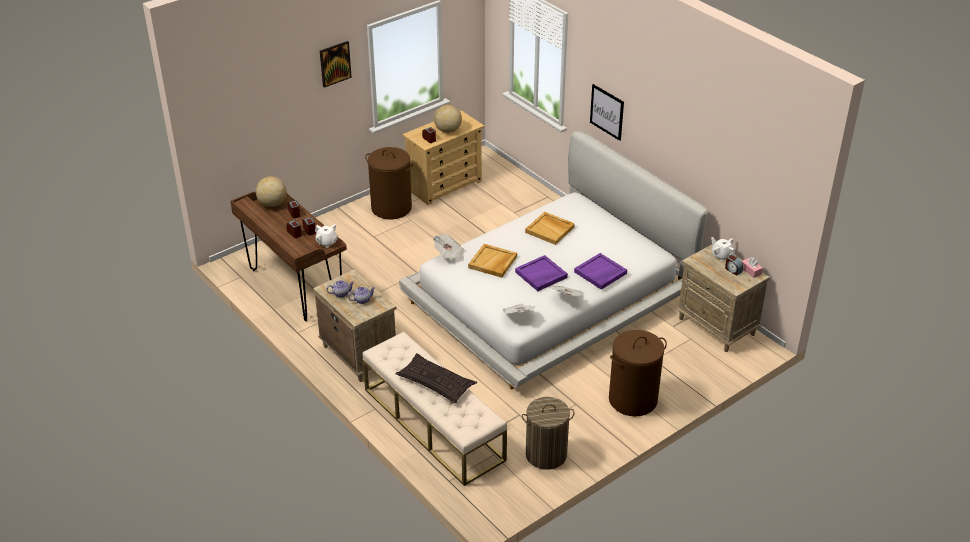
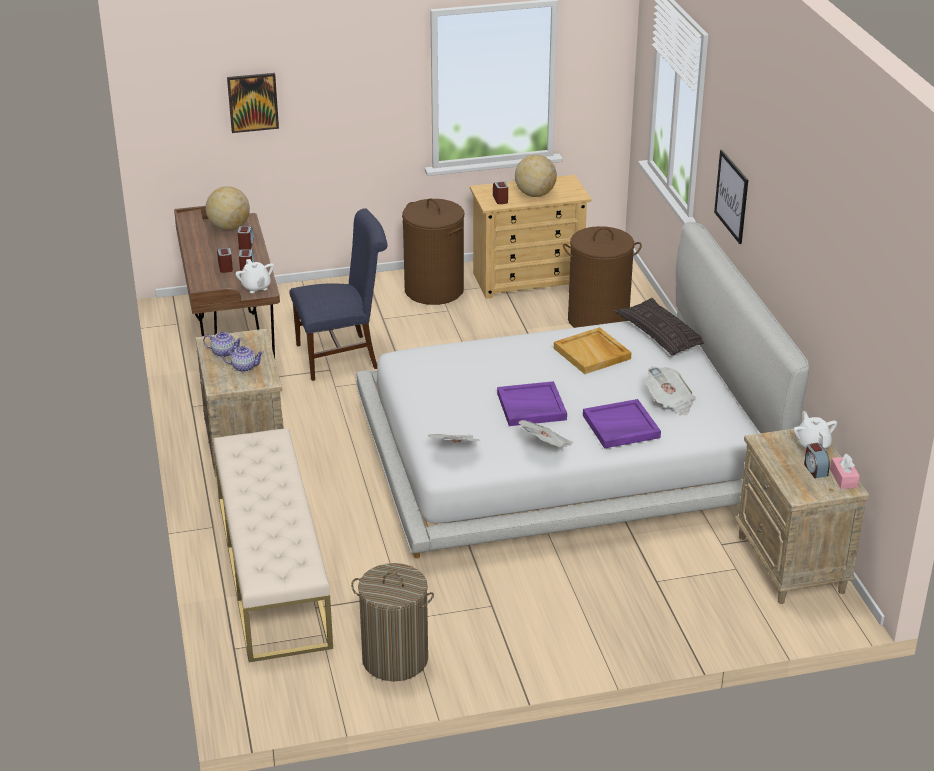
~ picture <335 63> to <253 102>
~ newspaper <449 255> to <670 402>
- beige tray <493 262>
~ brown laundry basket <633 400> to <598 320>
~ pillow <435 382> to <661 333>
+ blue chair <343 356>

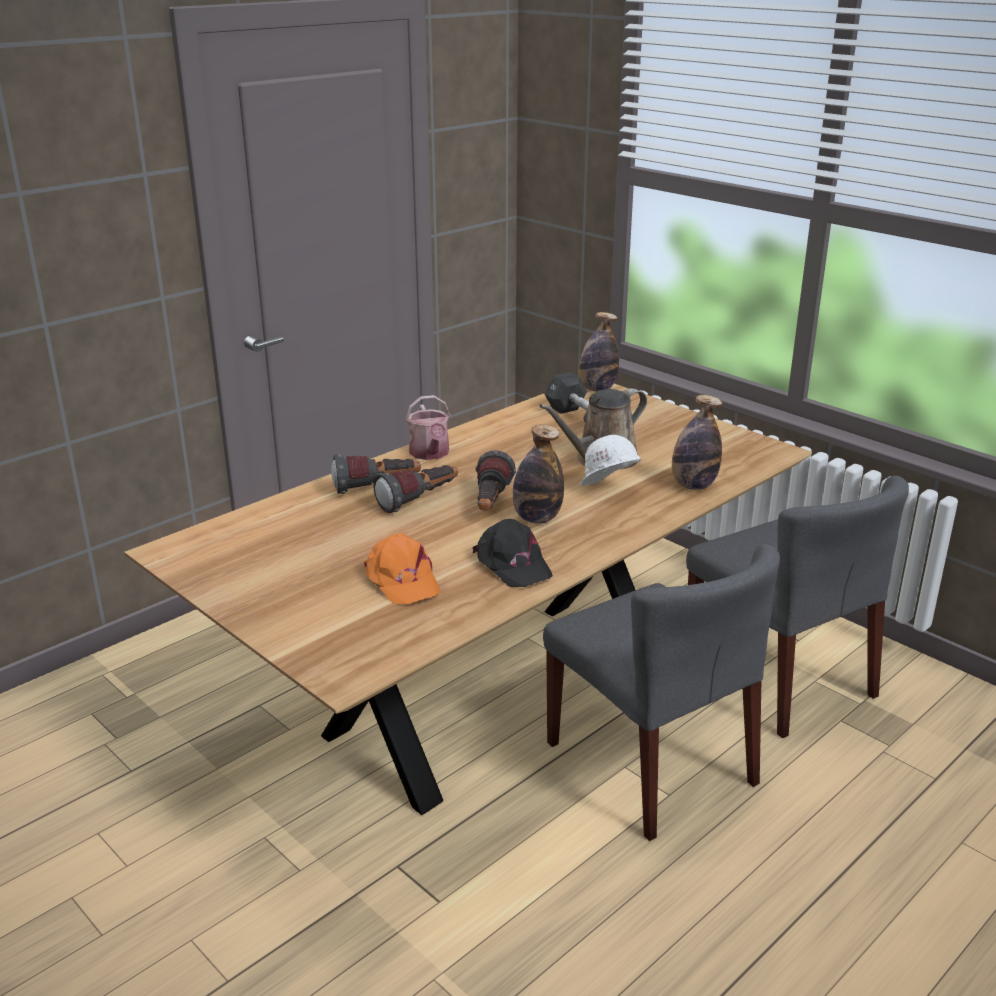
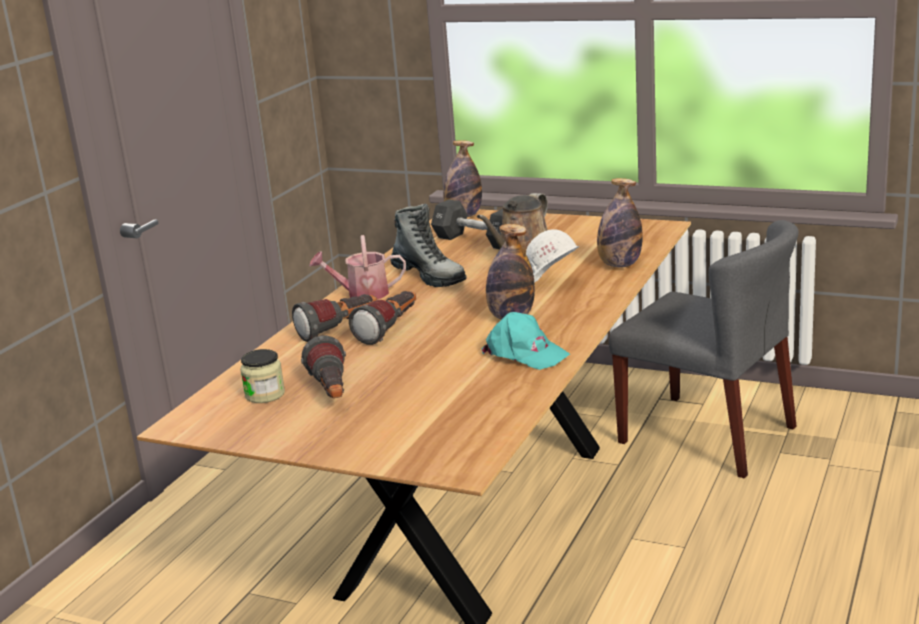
~ watering can <430 454> = <362 294> 120 degrees clockwise
~ flashlight <490 504> to <331 393>
~ black cap <512 564> to turquoise cap <525 354>
- orange cap <402 580>
- grey chair <651 764>
+ boot <429 276>
+ jar <265 394>

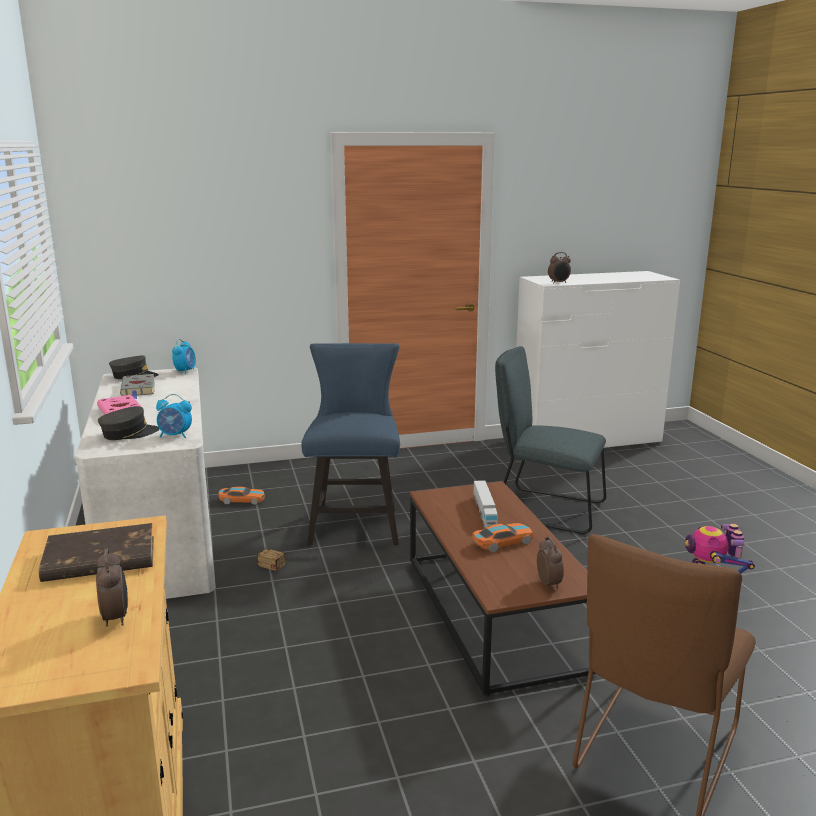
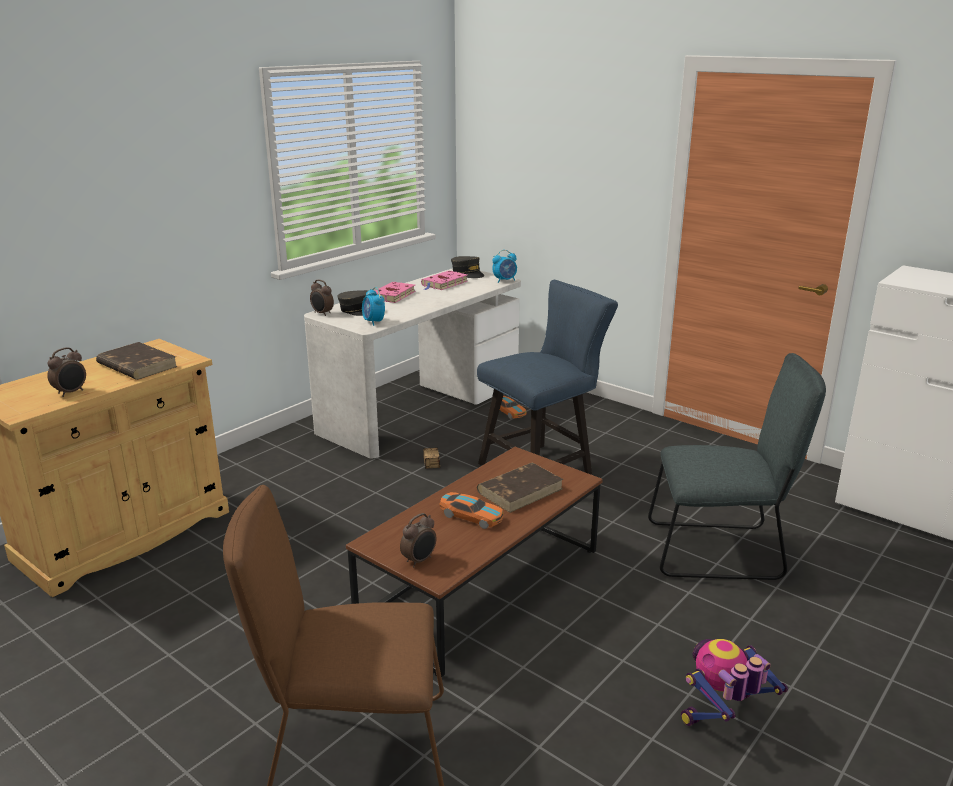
~ alarm clock <559 283> to <322 313>
~ grey chair <545 509> = <720 551> 105 degrees clockwise
~ grey book <138 389> to pink book <444 284>
~ toy truck <484 512> to brown book <520 490>

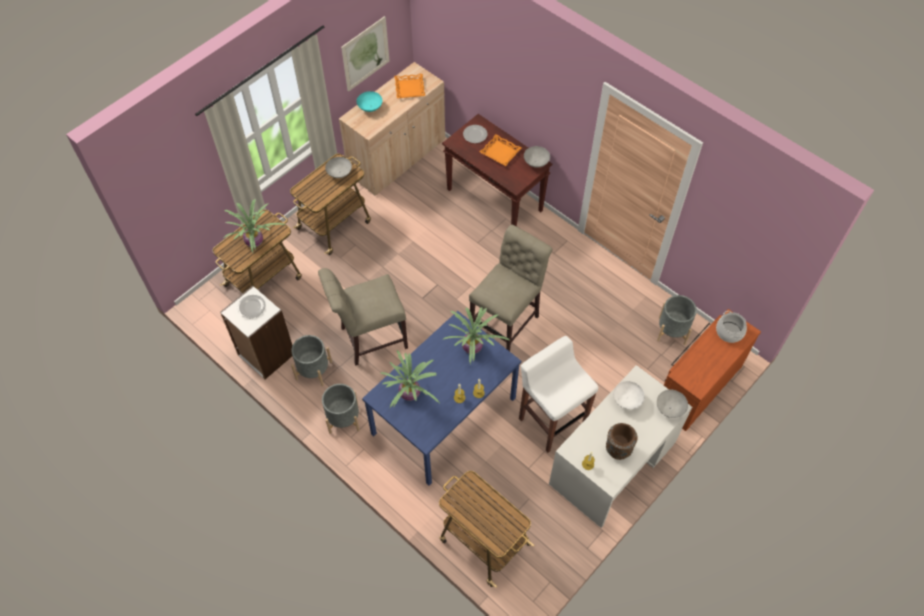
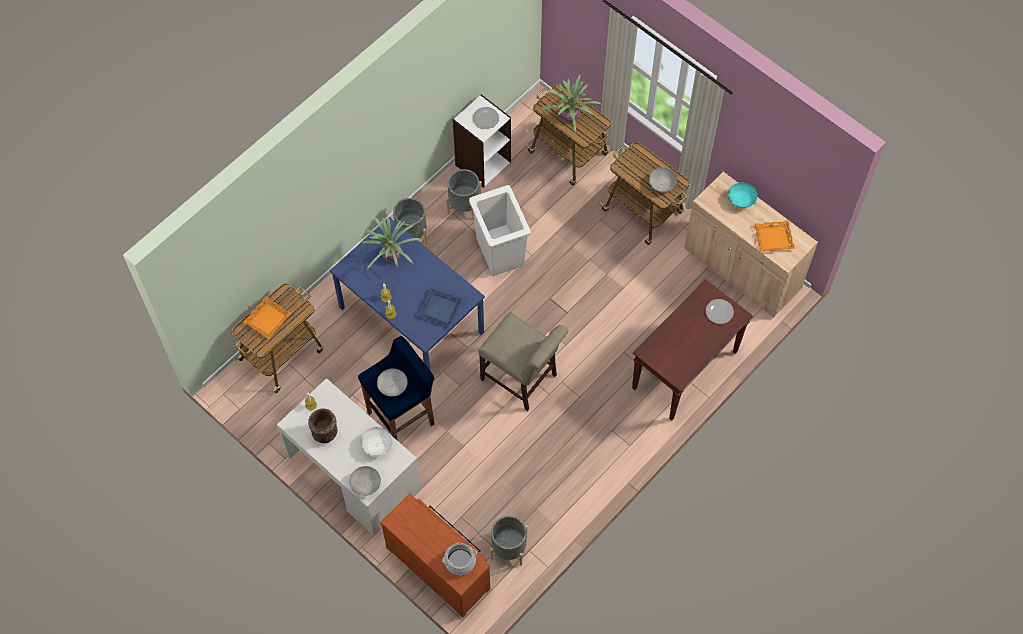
- picture <365 54>
~ orange tray <500 152> to <268 319>
~ grey bowl <536 163> to <392 387>
~ beige chair <370 338> to white trash can <500 251>
~ potted plant <473 348> to blue tray <440 309>
~ white stool <551 421> to blue stool <402 418>

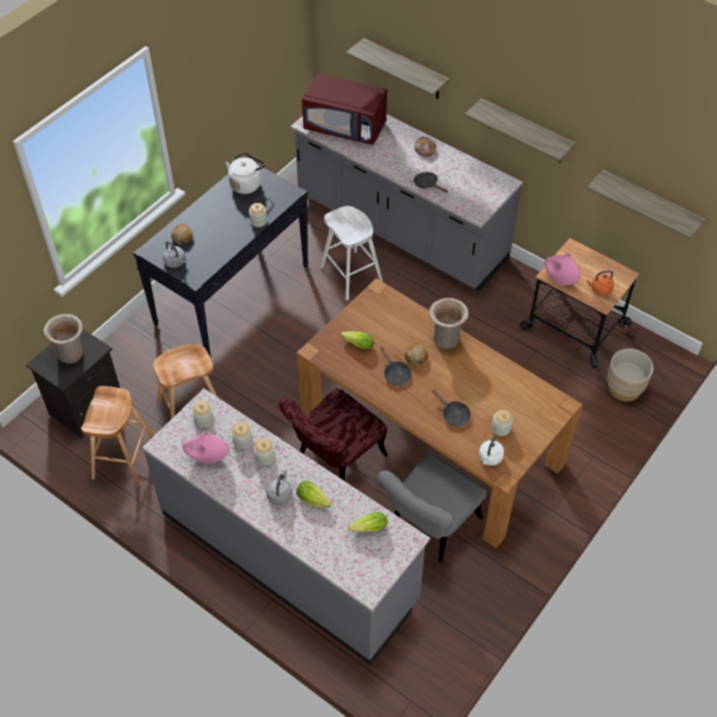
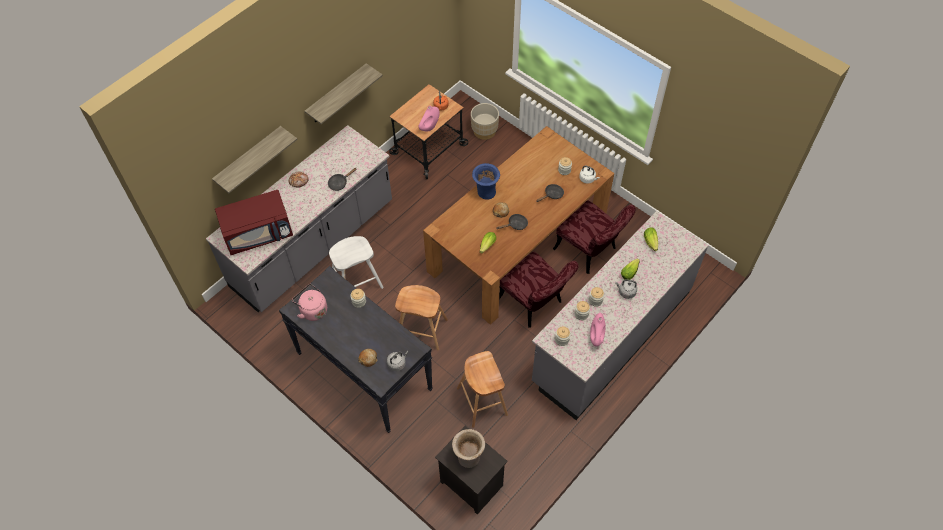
~ red microwave <345 127> = <259 233> 45 degrees clockwise
~ white kettle <246 184> to pink kettle <312 310>
- shelf <650 205>
~ beige vase <445 338> to blue vase <485 192>
~ brown stool <123 457> to <421 330>
~ grey chair <429 528> to red chair <590 252>

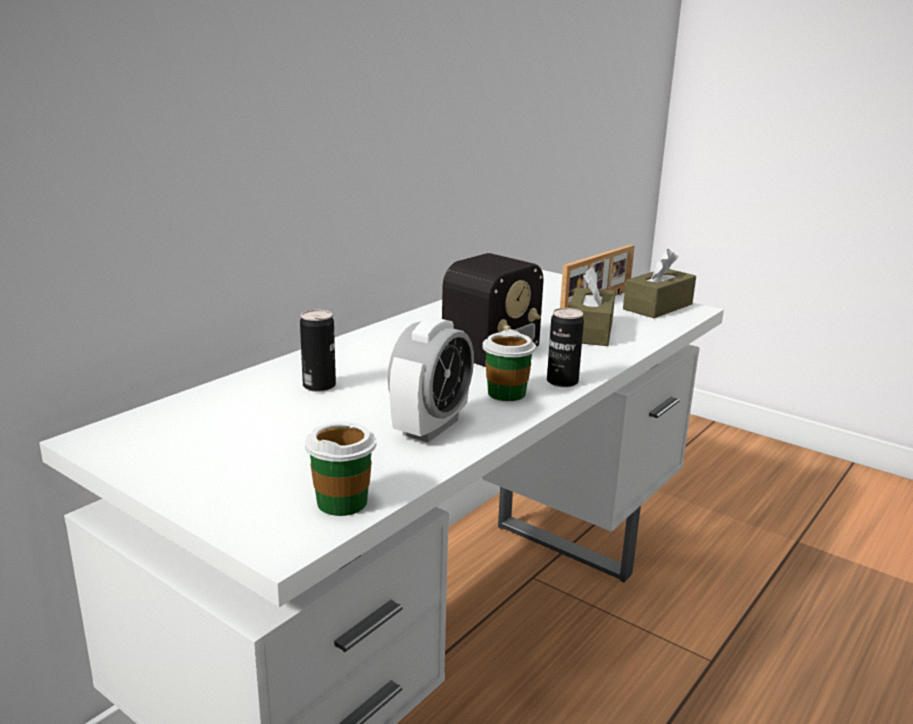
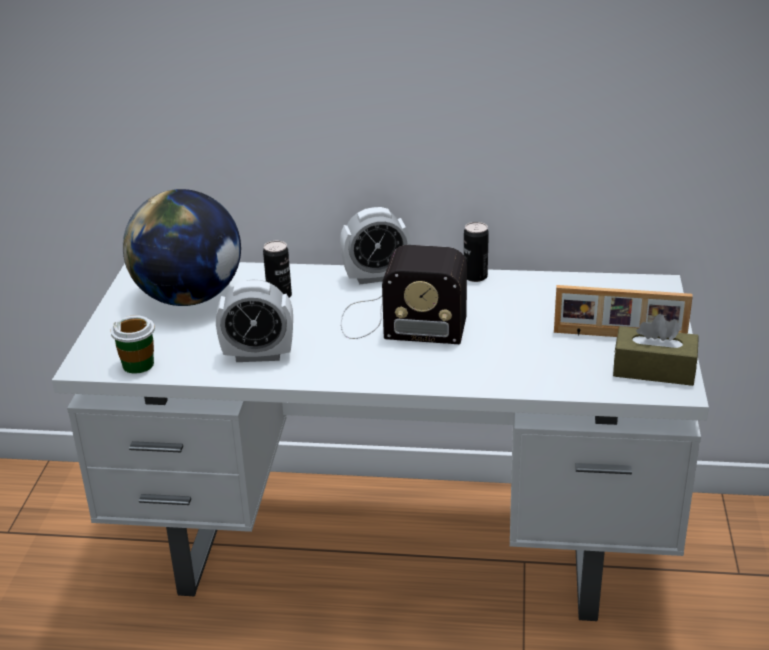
- brown tissue box <589 331>
~ can <562 382> to <475 276>
- cup <506 393>
+ globe <189 298>
+ alarm clock <376 277>

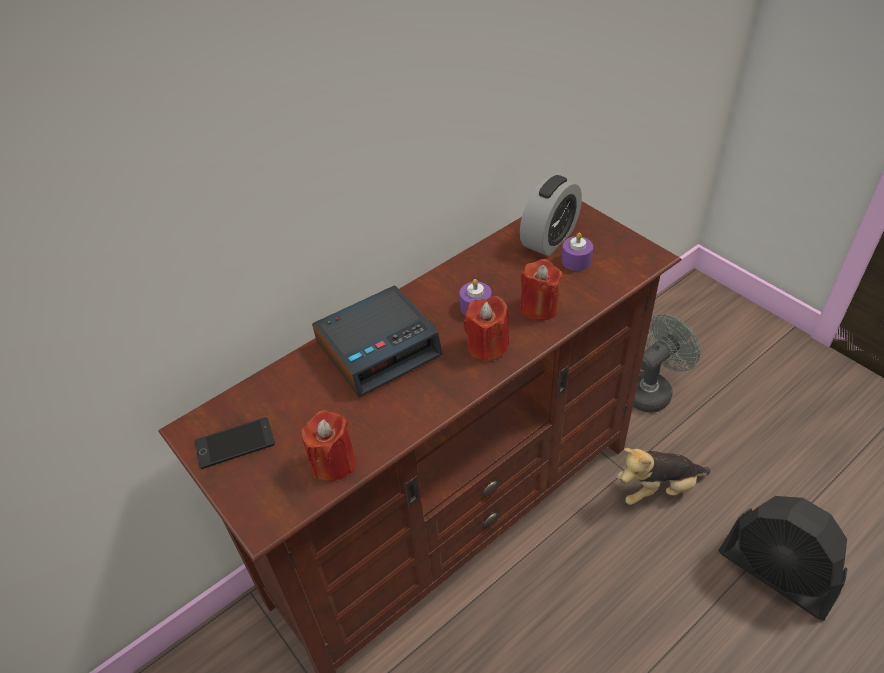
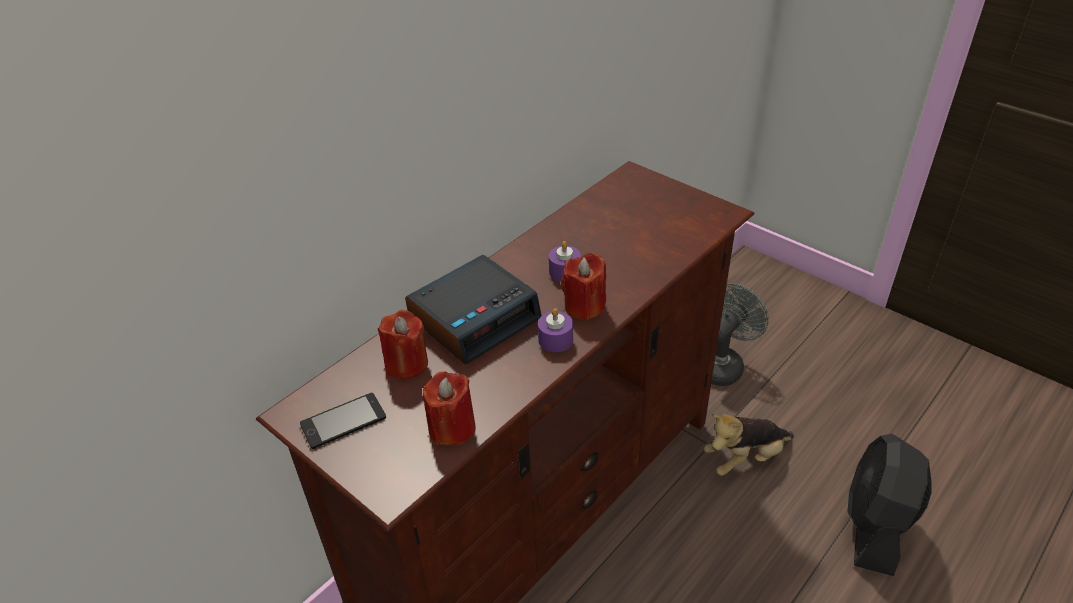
- alarm clock <549 239>
~ purple candle <576 261> to <555 340>
~ red candle <539 307> to <406 364>
~ black fan <776 573> = <875 525> 75 degrees clockwise

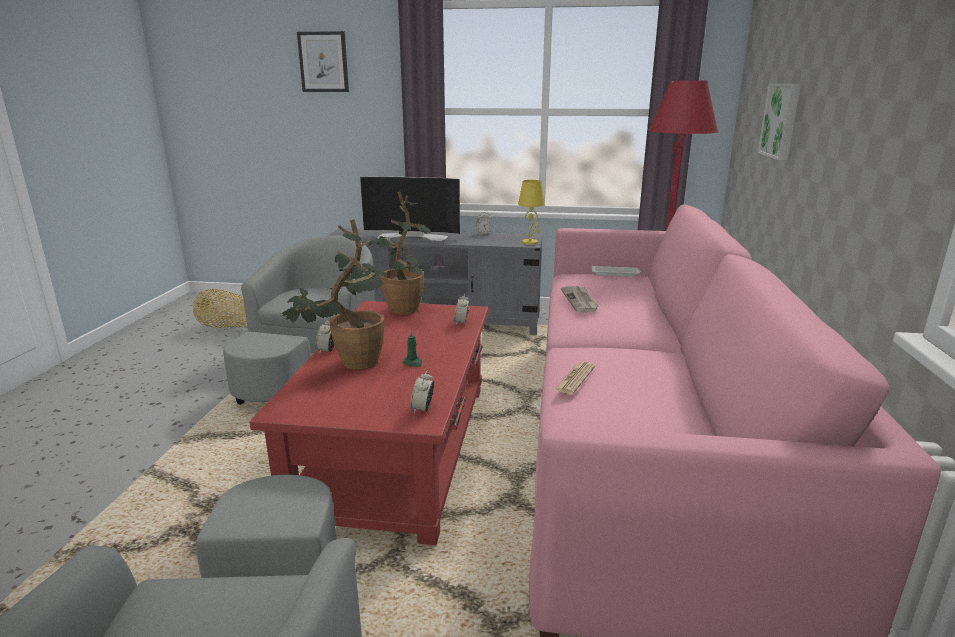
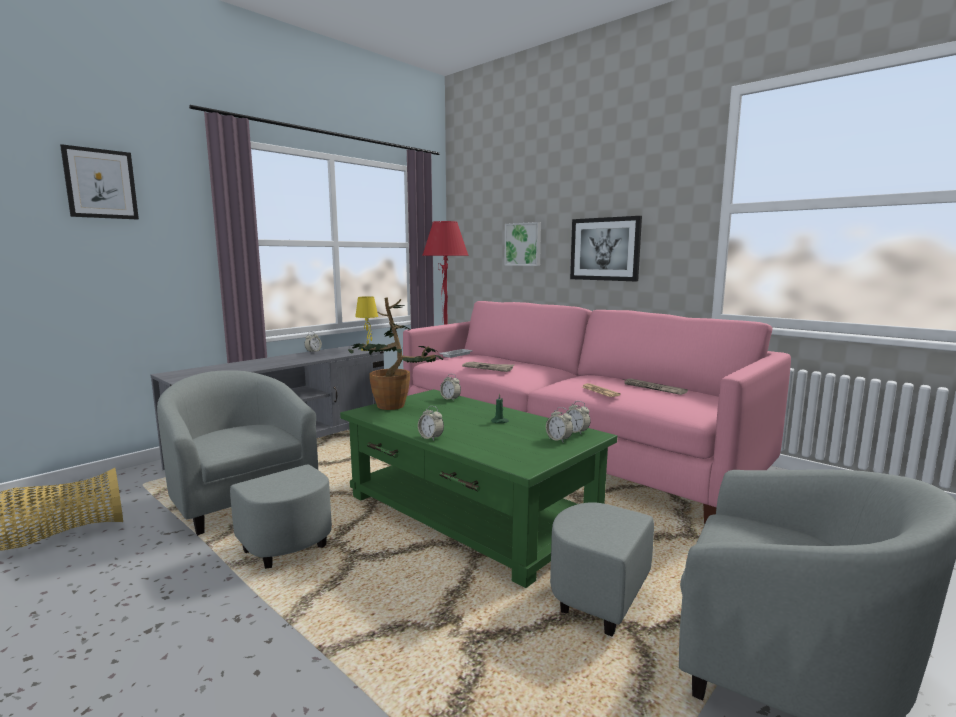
- television <413 236>
- potted plant <350 364>
~ red coffee table <397 449> to green coffee table <469 514>
+ picture <605 249>
+ newspaper <653 388>
+ alarm clock <559 439>

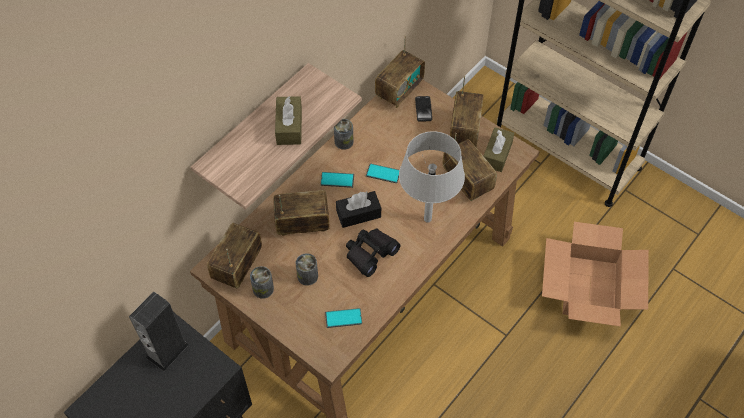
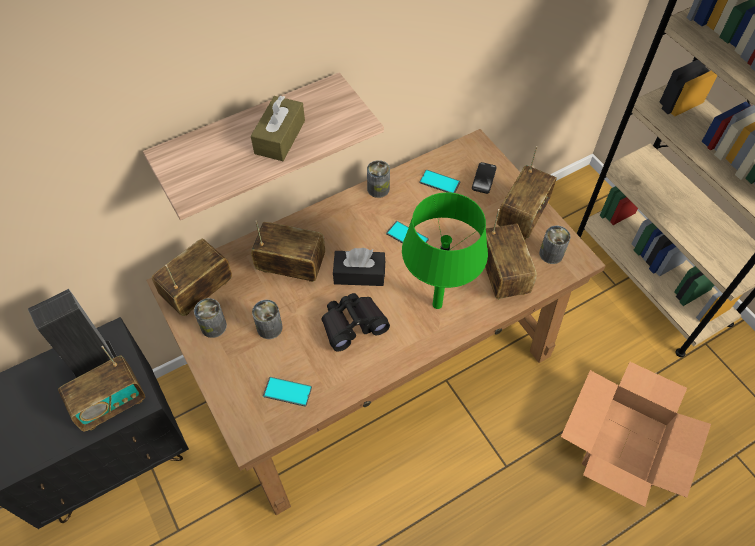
~ radio <399 90> to <111 403>
~ brown tissue box <497 154> to can <551 254>
~ grey table lamp <427 219> to green table lamp <437 305>
~ phone <337 180> to <439 182>

